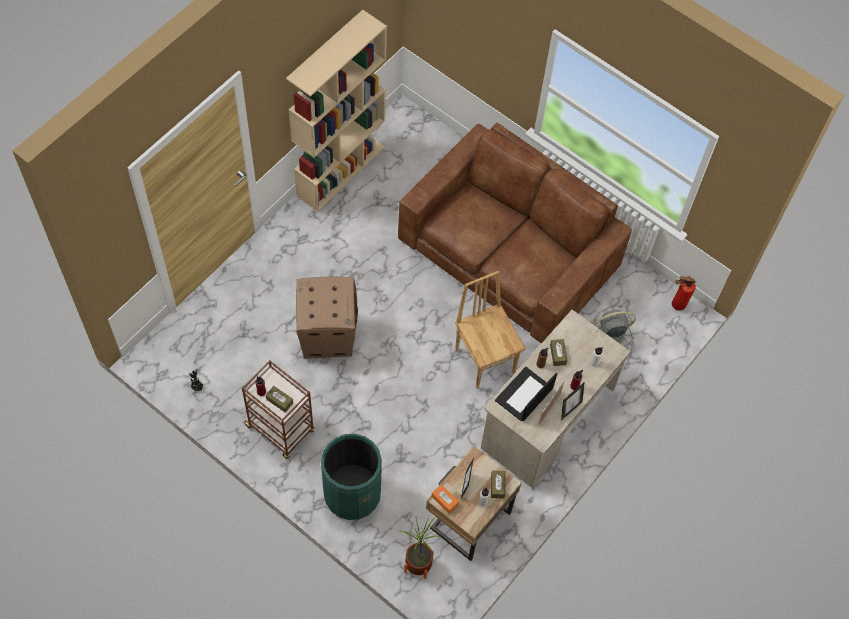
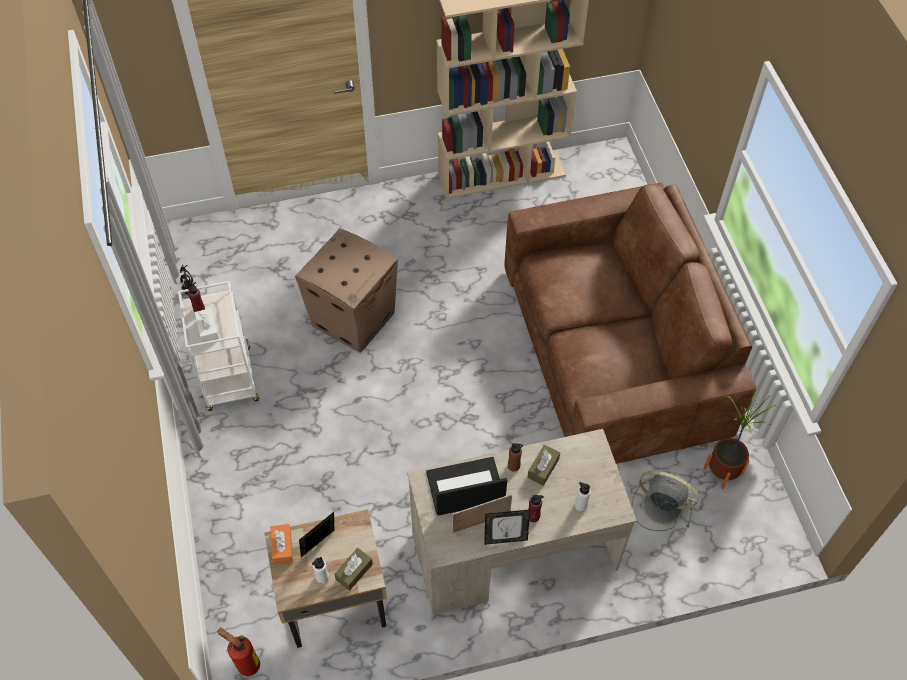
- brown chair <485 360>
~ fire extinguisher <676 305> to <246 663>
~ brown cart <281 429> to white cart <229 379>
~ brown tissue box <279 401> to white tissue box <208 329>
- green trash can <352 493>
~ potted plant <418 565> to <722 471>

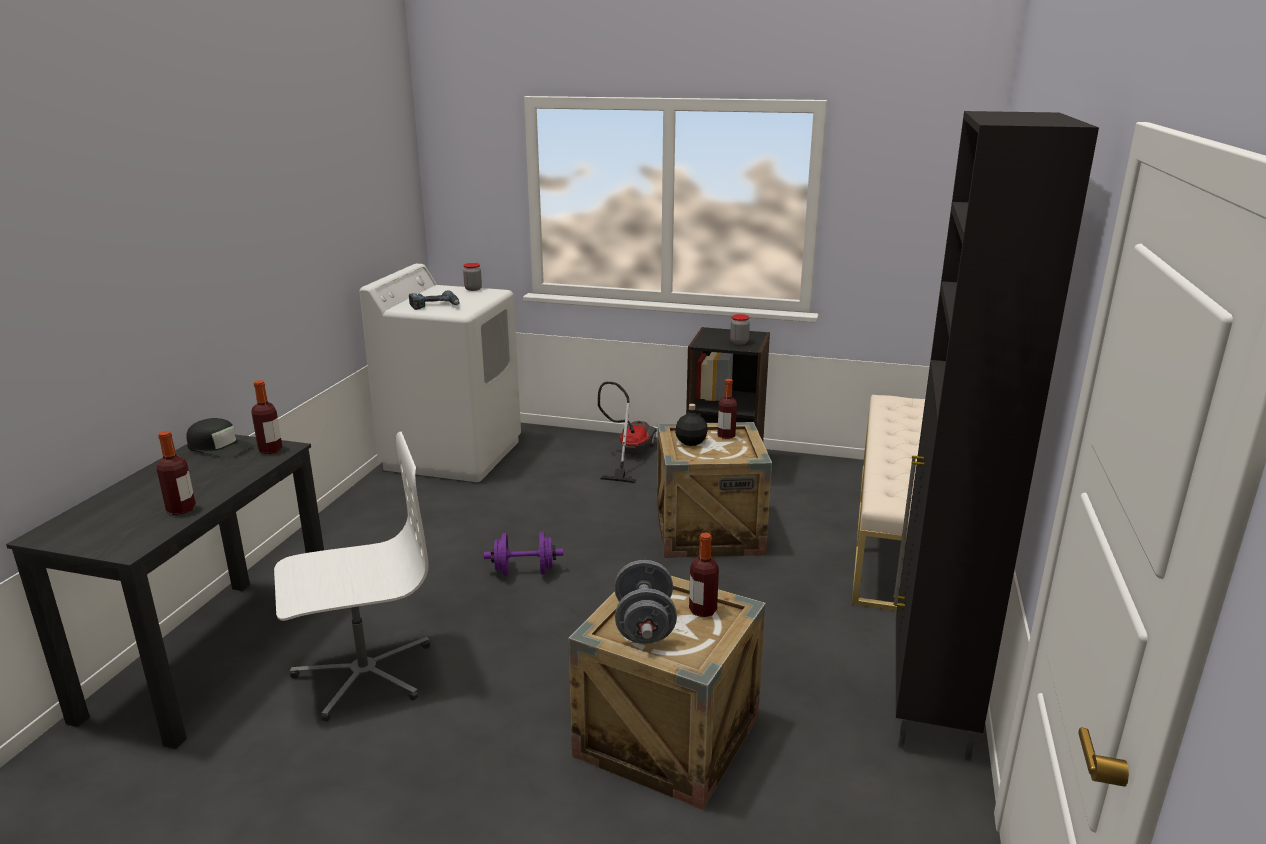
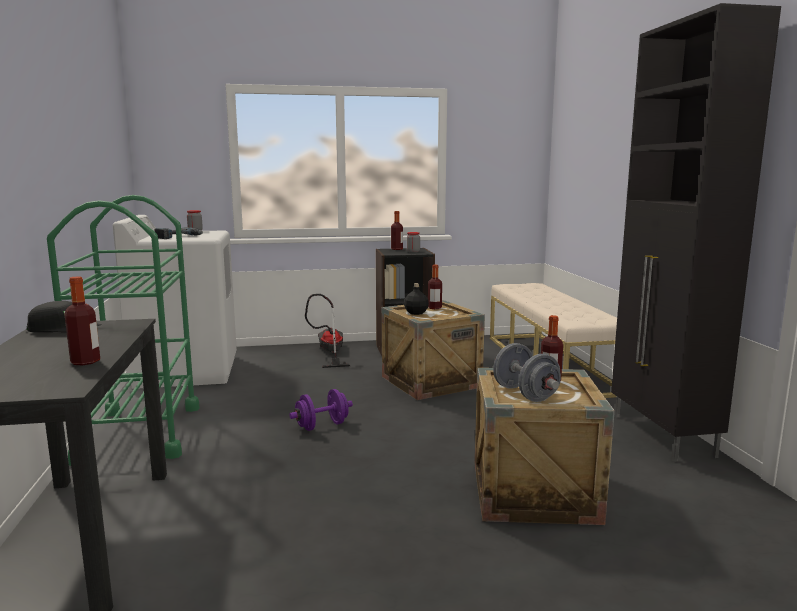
~ bottle <270 450> to <396 249>
- white office chair <363 674>
+ green cart <140 433>

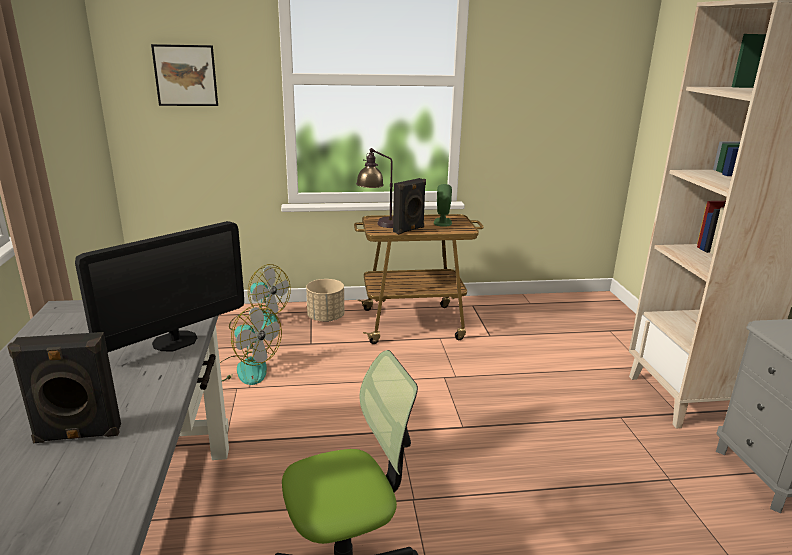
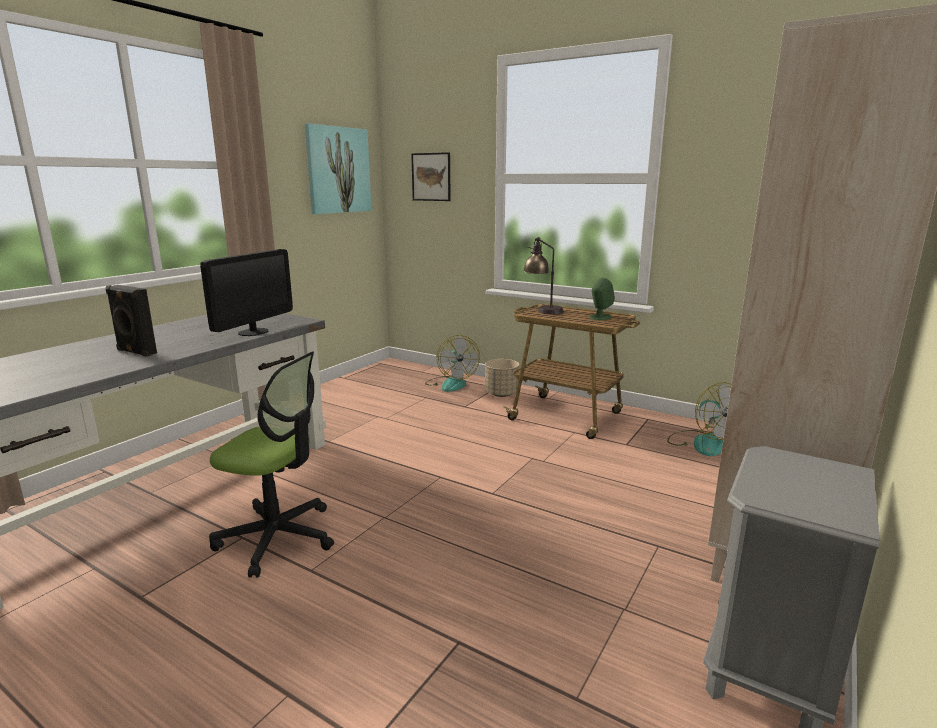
- black speaker <409 230>
~ monitor <175 341> = <253 332> 60 degrees counterclockwise
~ fan <245 369> to <701 442>
+ picture <338 170>

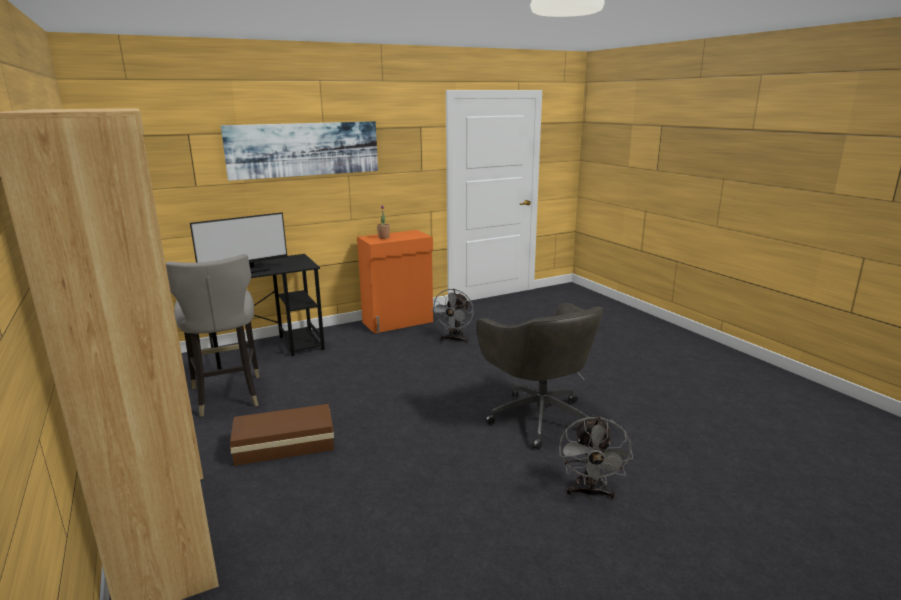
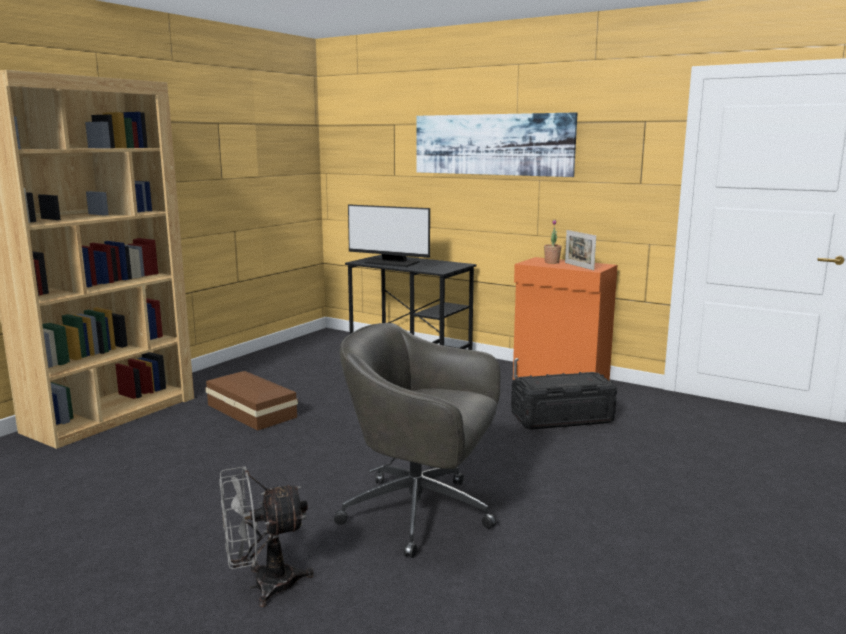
- grey stool <227 396>
~ grey fan <454 340> to black storage box <562 418>
~ grey office chair <539 417> = <421 514> 75 degrees clockwise
+ picture frame <579 266>

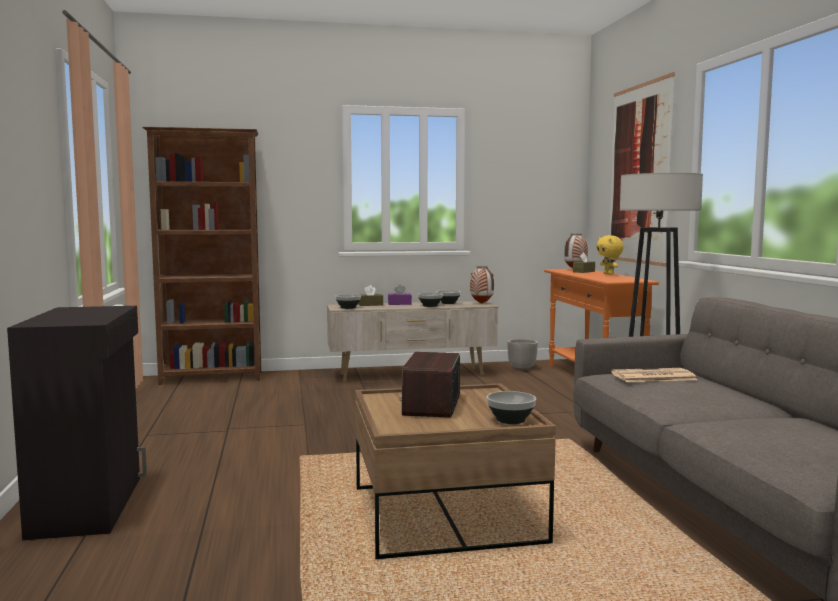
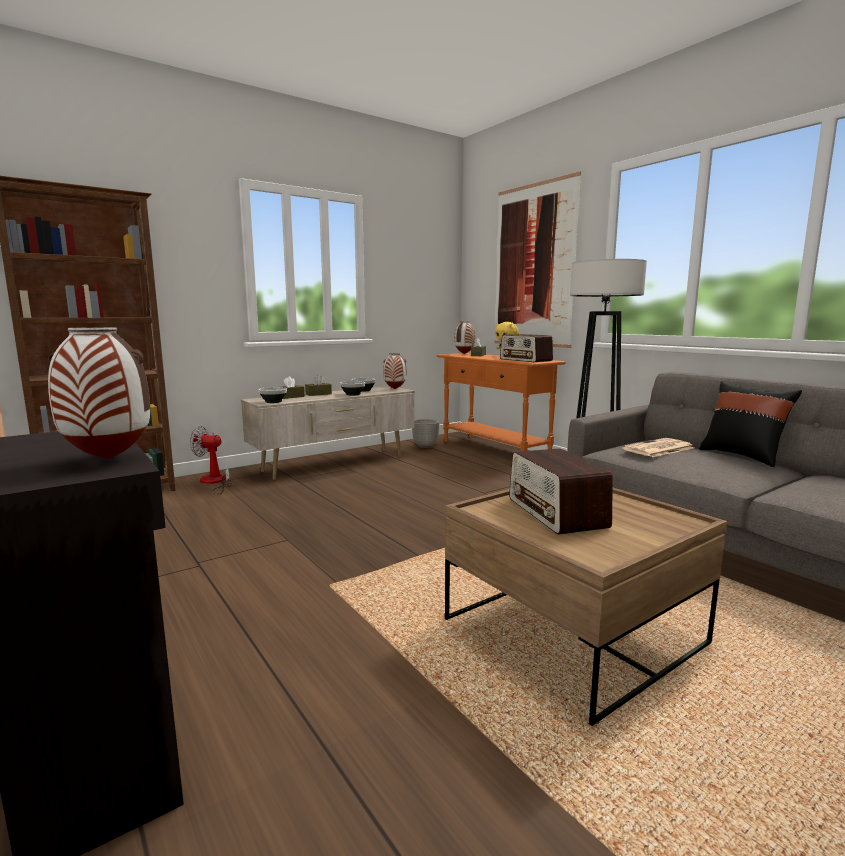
~ purple tissue box <399 304> to brown tissue box <318 394>
- bowl <510 420>
+ vase <107 460>
+ radio <525 360>
+ black pillow <742 456>
+ fan <215 482>

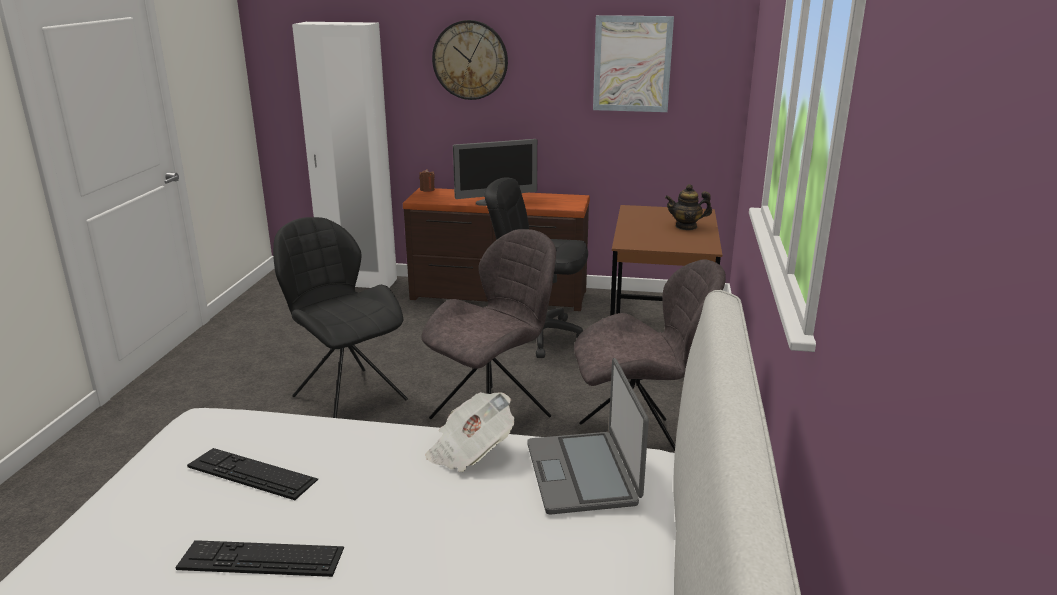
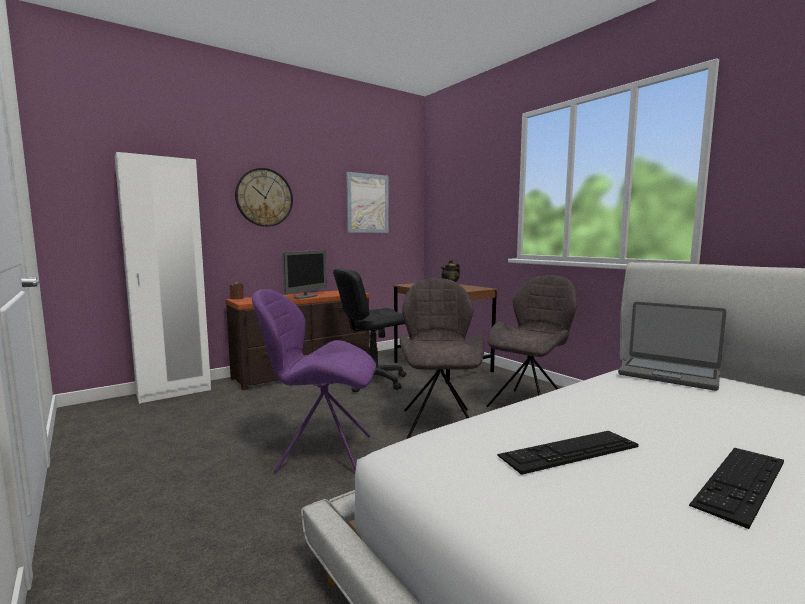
~ black chair <347 396> to purple chair <321 453>
- newspaper <470 451>

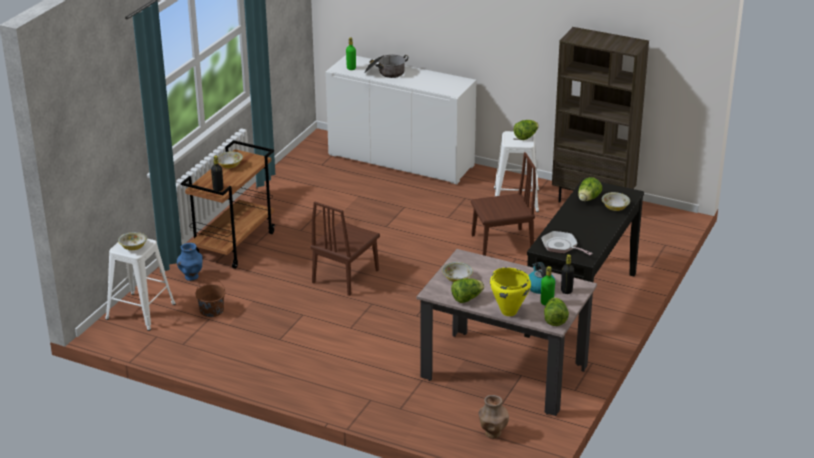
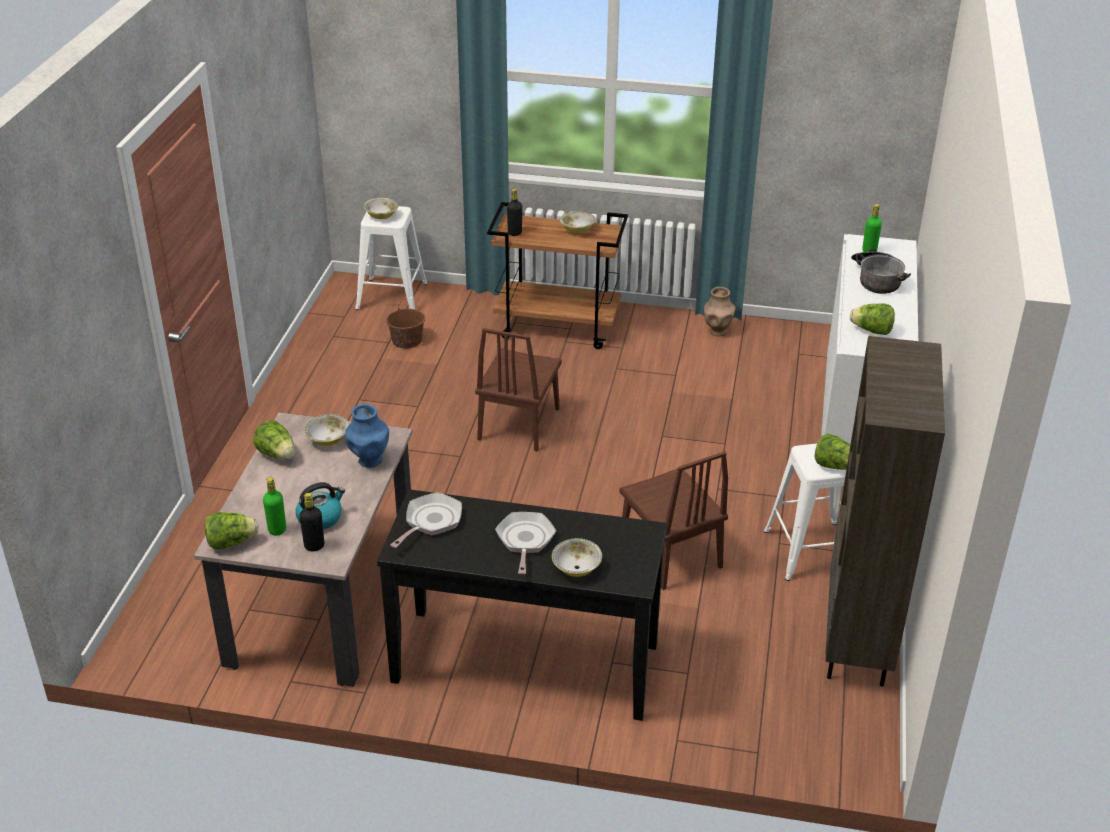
~ lettuce <588 199> to <872 331>
~ brown chair <345 276> = <519 423> 90 degrees counterclockwise
~ blue vase <191 277> to <369 461>
- yellow cooking pot <509 311>
~ brown vase <492 434> to <717 331>
+ frying pan <525 541>

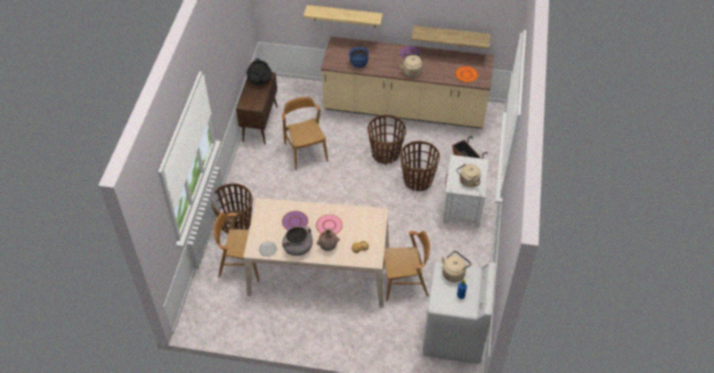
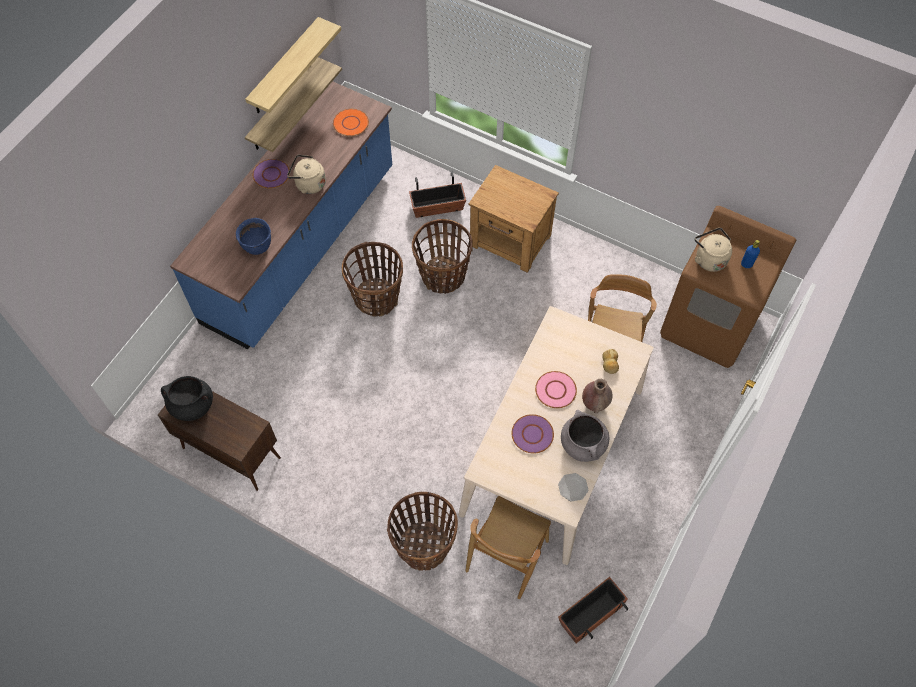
~ shelf <344 16> to <284 67>
~ beige counter <404 109> to blue counter <301 245>
- brown chair <306 152>
~ white nightstand <462 207> to brown nightstand <511 241>
- beige kettle <468 182>
~ white washing machine <453 336> to brown washing machine <709 324>
+ planter <590 615>

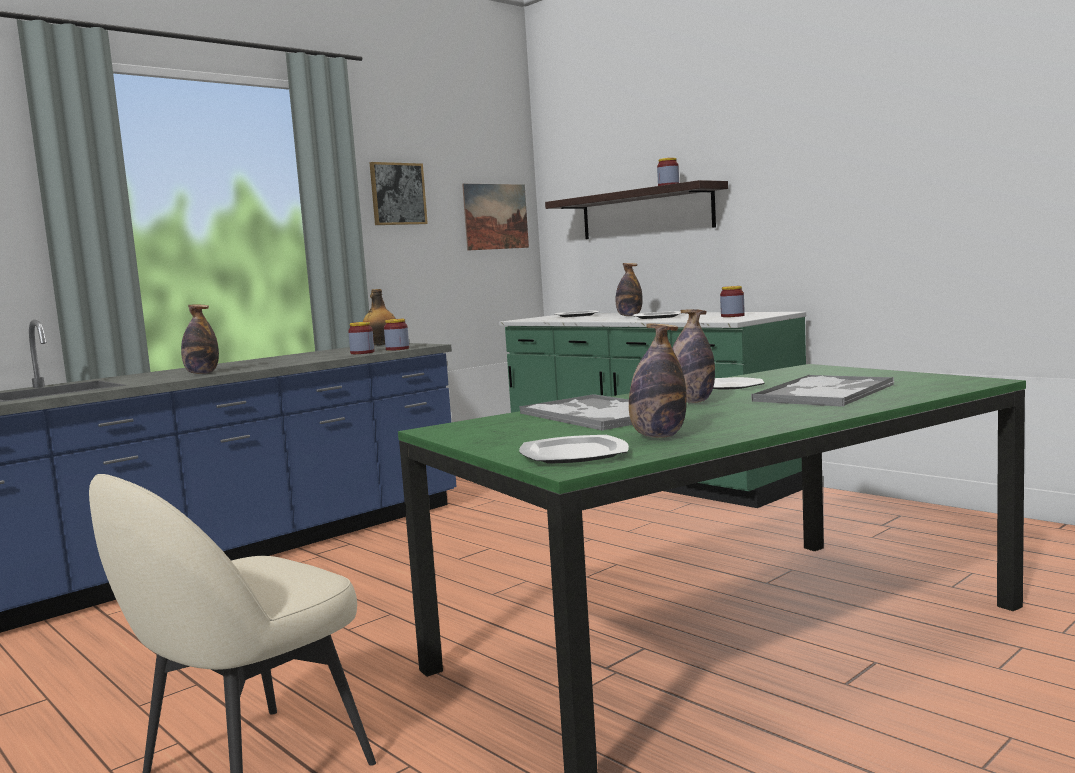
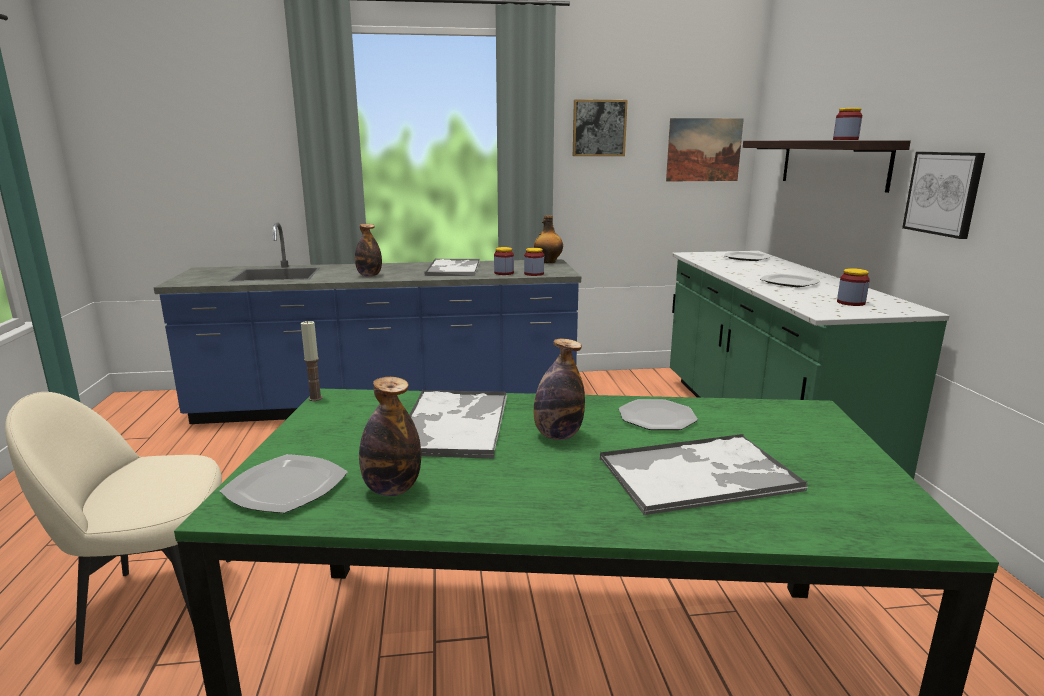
- bottle <629 316>
+ picture <943 193>
+ tray <453 268>
+ candle <315 398>

